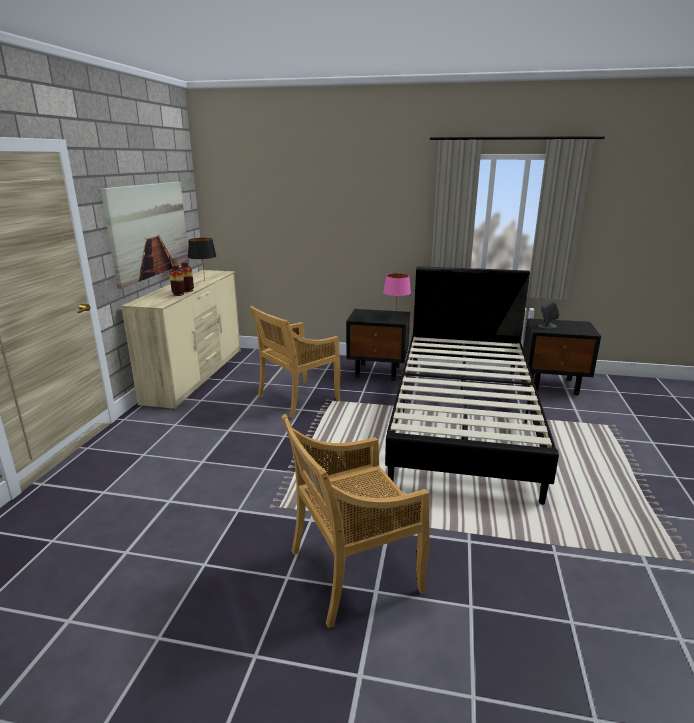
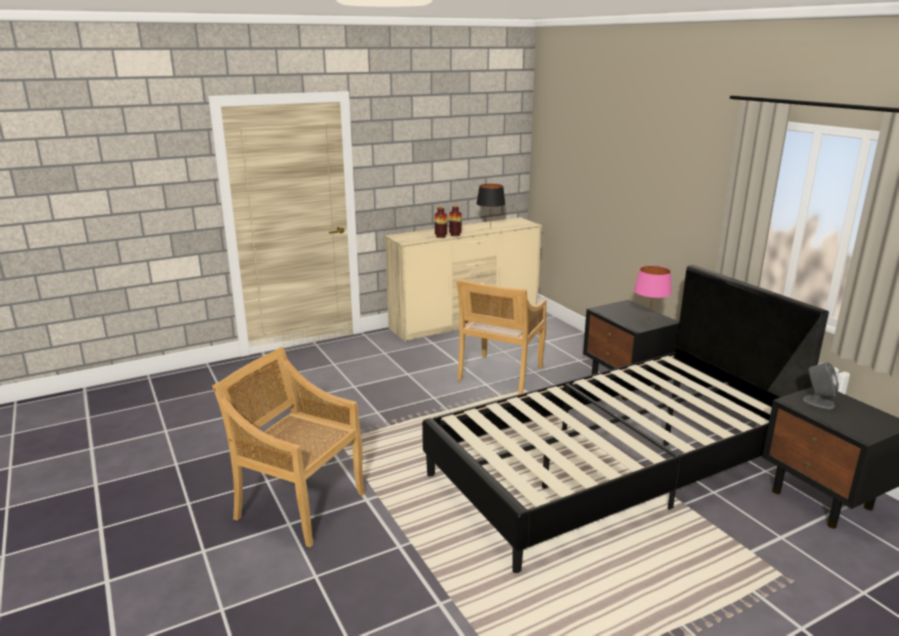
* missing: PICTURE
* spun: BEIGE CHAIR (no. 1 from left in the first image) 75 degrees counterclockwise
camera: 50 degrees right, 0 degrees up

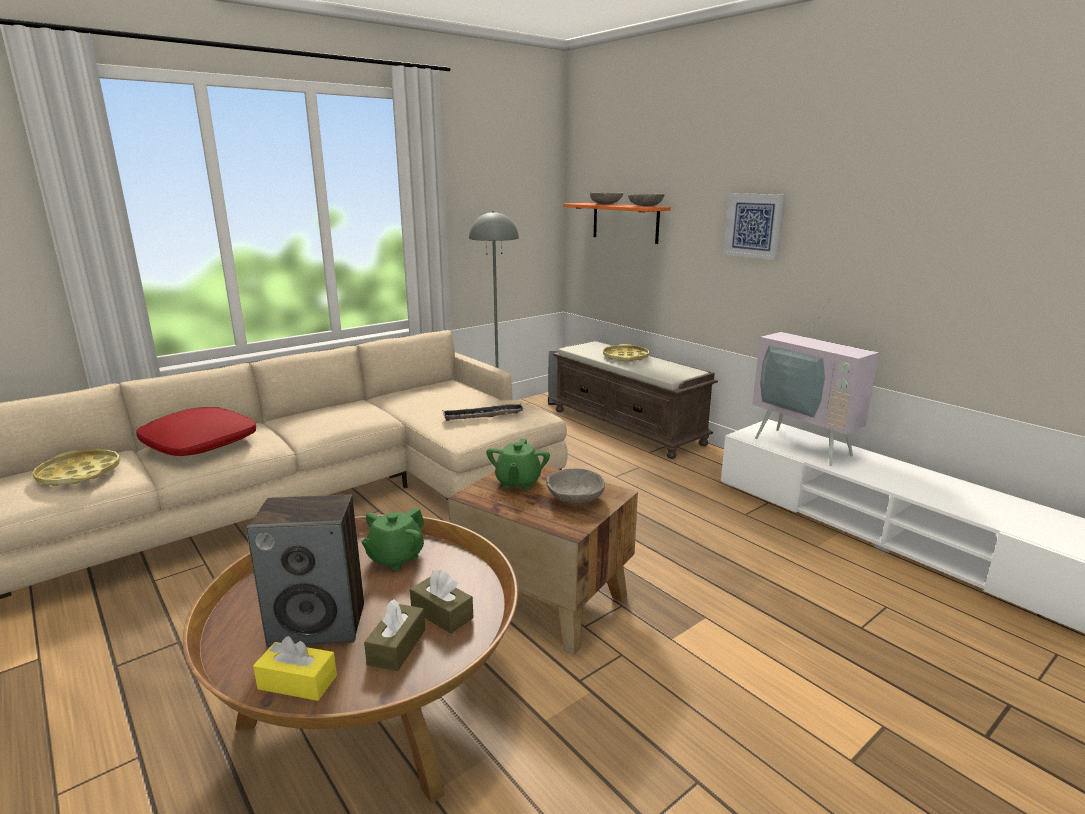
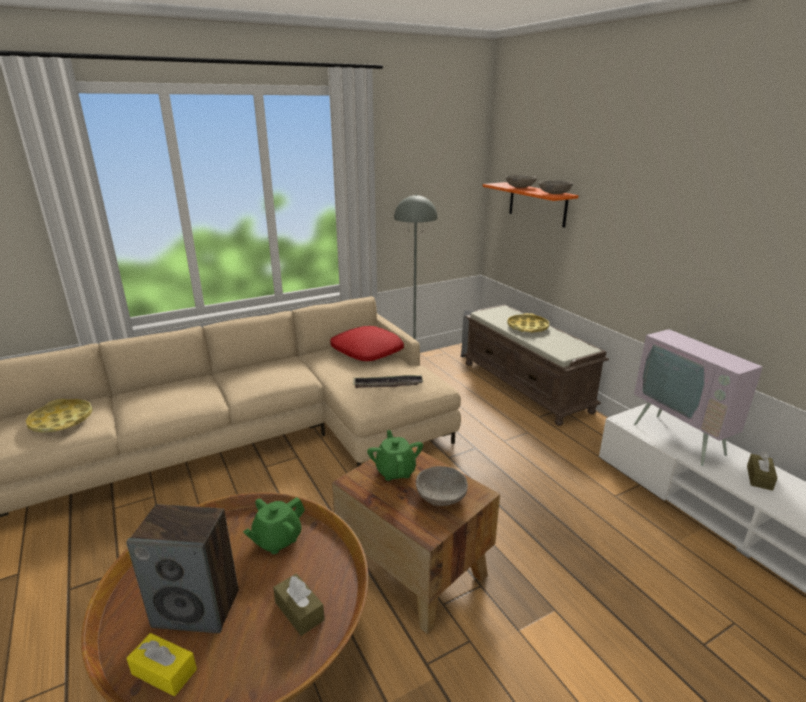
* relocated: RED PILLOW
* relocated: BROWN TISSUE BOX (no. 1 from left in the first image) to BROWN TISSUE BOX (no. 2 from left)
* spun: GREEN TEAPOT (no. 2 from left) 150 degrees clockwise
* missing: PICTURE
camera: 10 degrees right, 5 degrees up

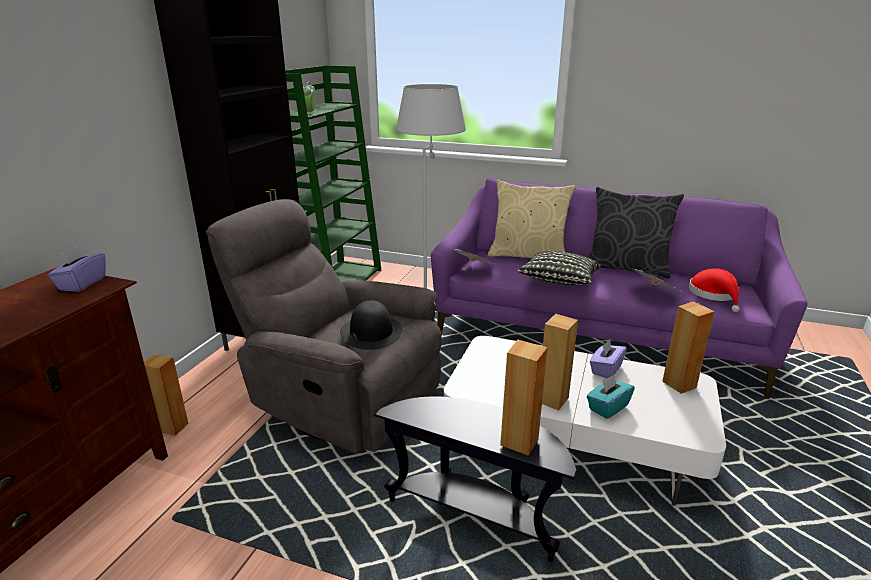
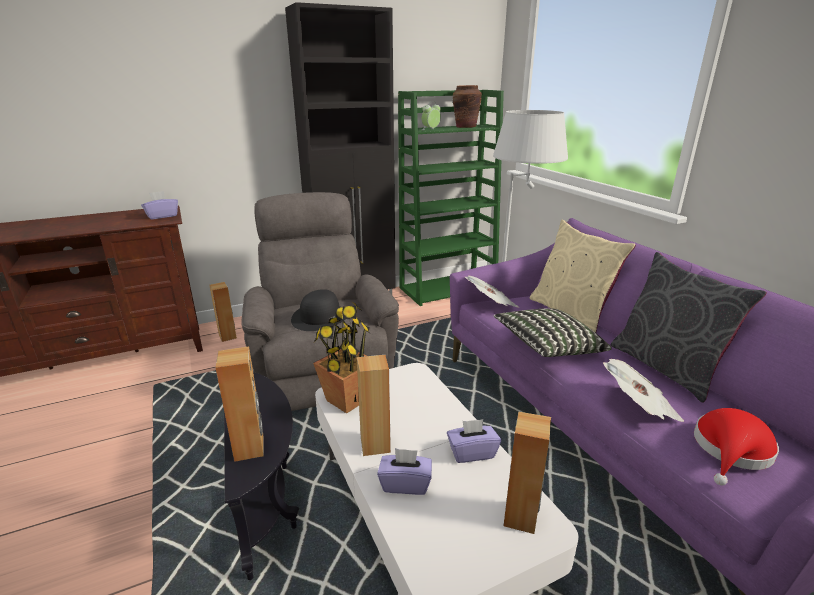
* colour: TURQUOISE TISSUE BOX to PURPLE TISSUE BOX (no. 2 from left)
* appeared: POTTED PLANT
* appeared: BROWN VASE
camera: 45 degrees right, 0 degrees up

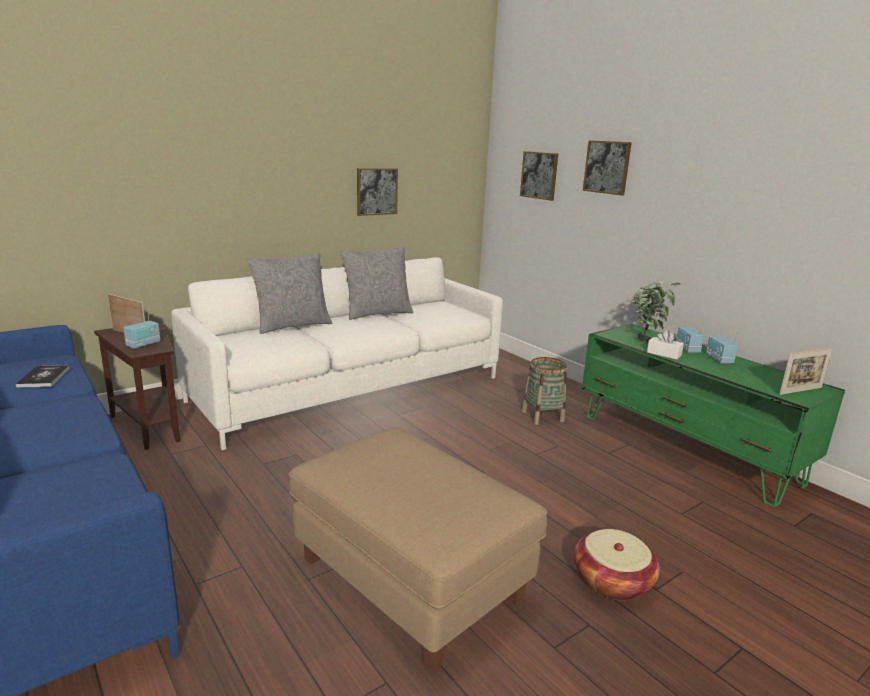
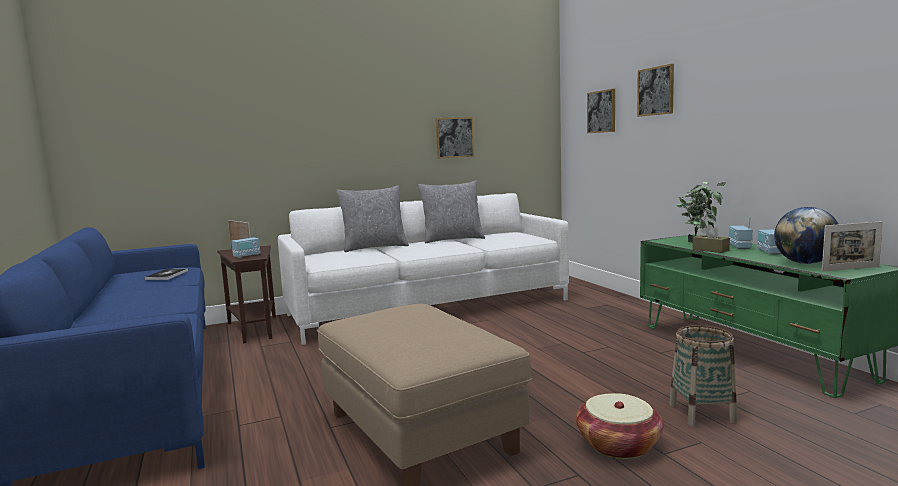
* relocated: BASKET (no. 1 from left in the first image) to BASKET (no. 2 from left)
* colour: WHITE TISSUE BOX to BROWN TISSUE BOX
* appeared: GLOBE
camera: 15 degrees right, 10 degrees down

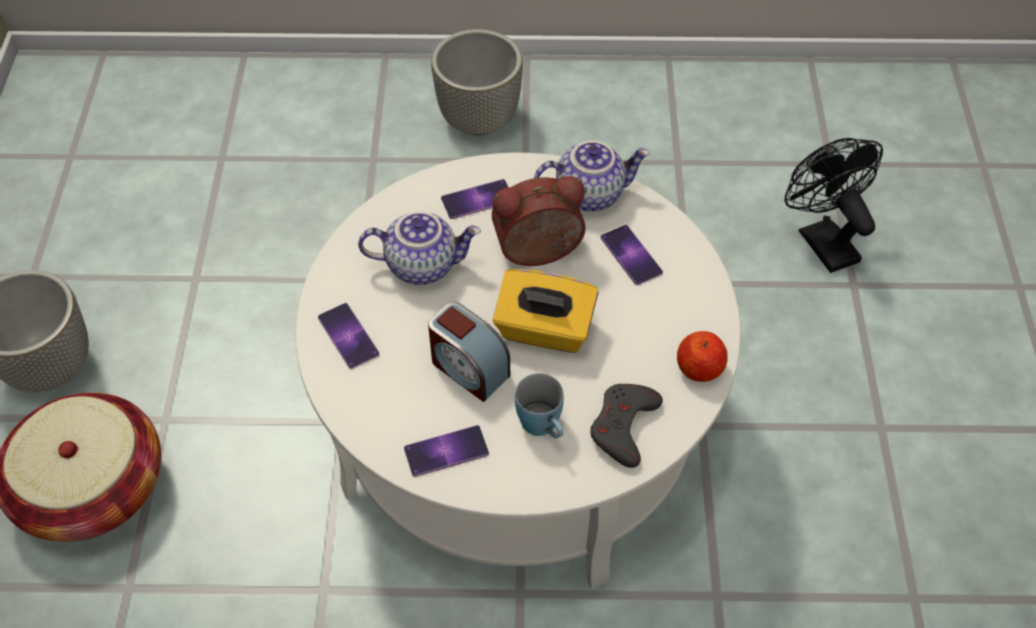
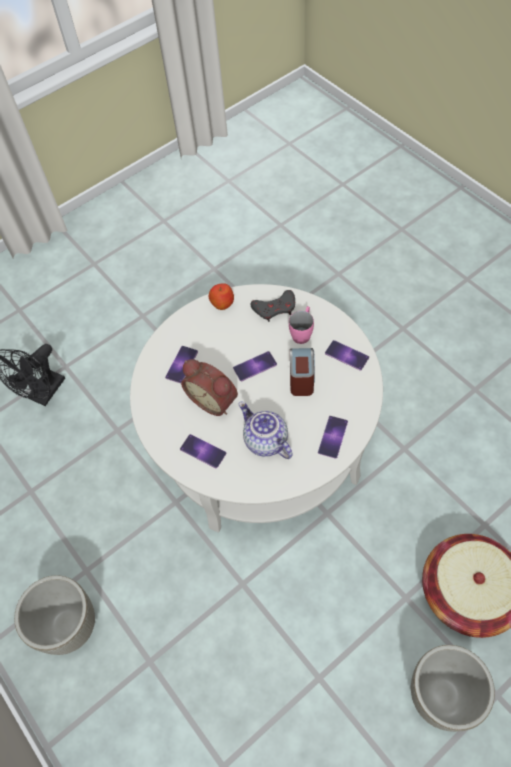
* exchanged: YELLOW TISSUE BOX to PHONE (no. 3 from left)
* colour: BLUE MUG to PINK MUG
* missing: TEAPOT (no. 2 from left)
camera: 125 degrees left, 5 degrees up

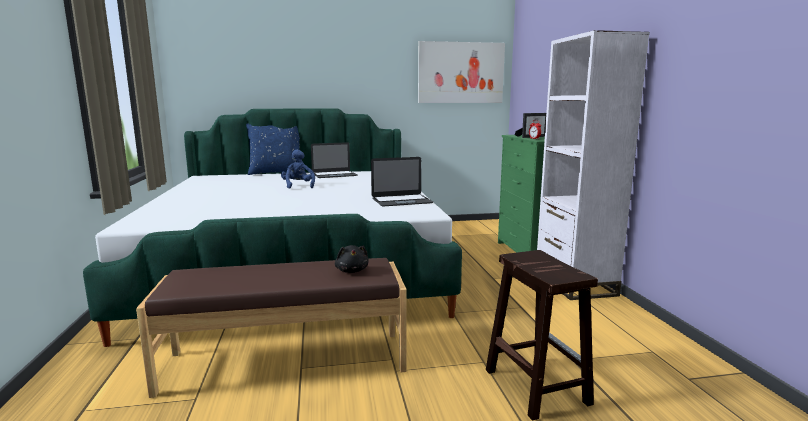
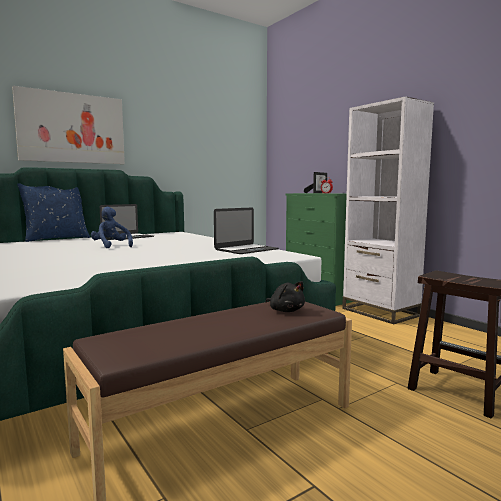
* relocated: PICTURE
camera: 25 degrees left, 5 degrees down

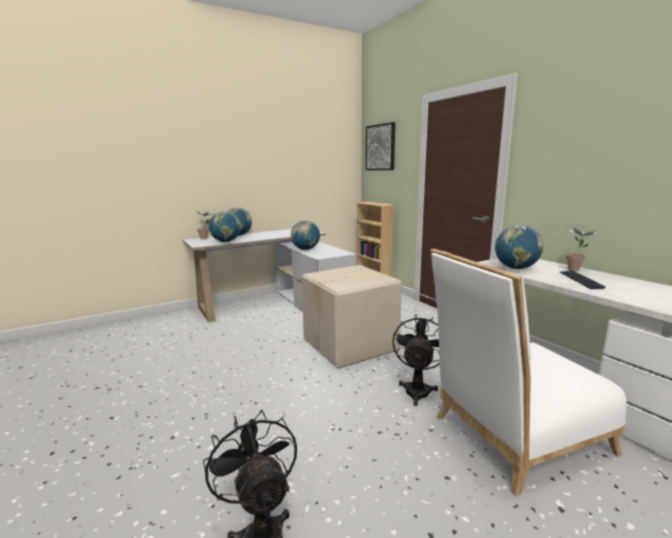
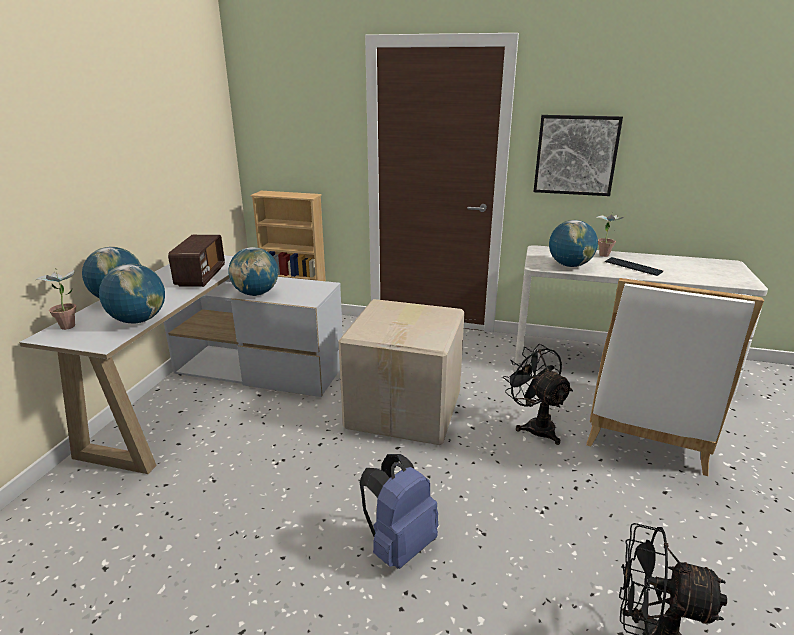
* relocated: PICTURE
* appeared: RADIO
* appeared: BLUE BACKPACK
camera: 45 degrees left, 10 degrees up

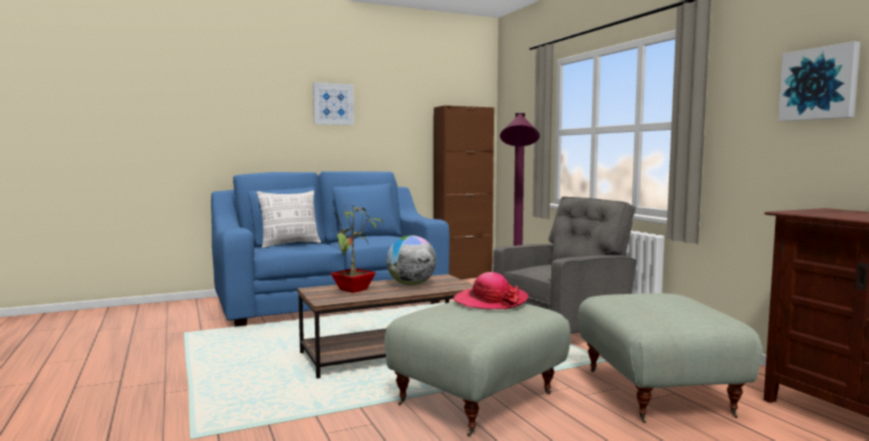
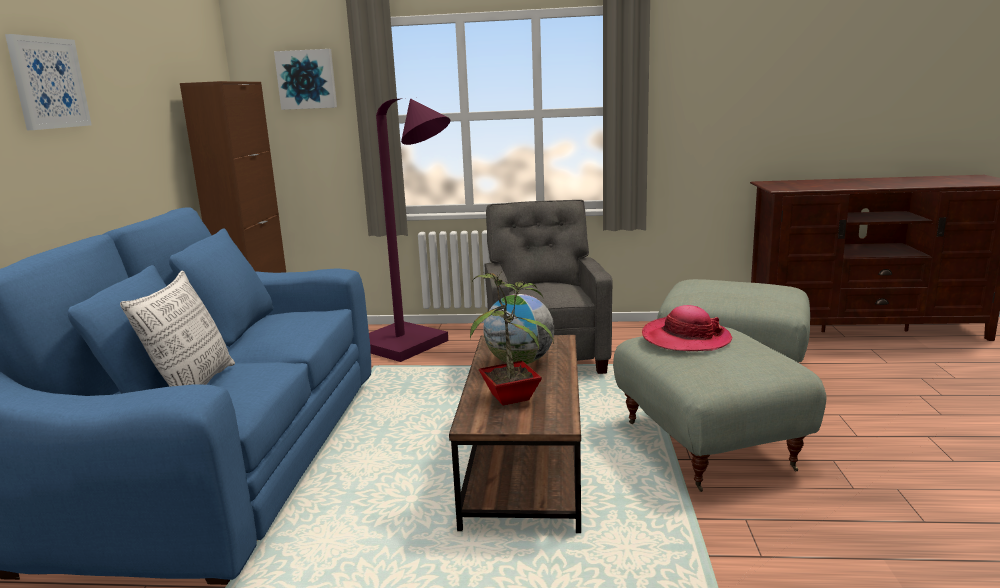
* relocated: PICTURE (no. 2 from left)
camera: 60 degrees left, 10 degrees up

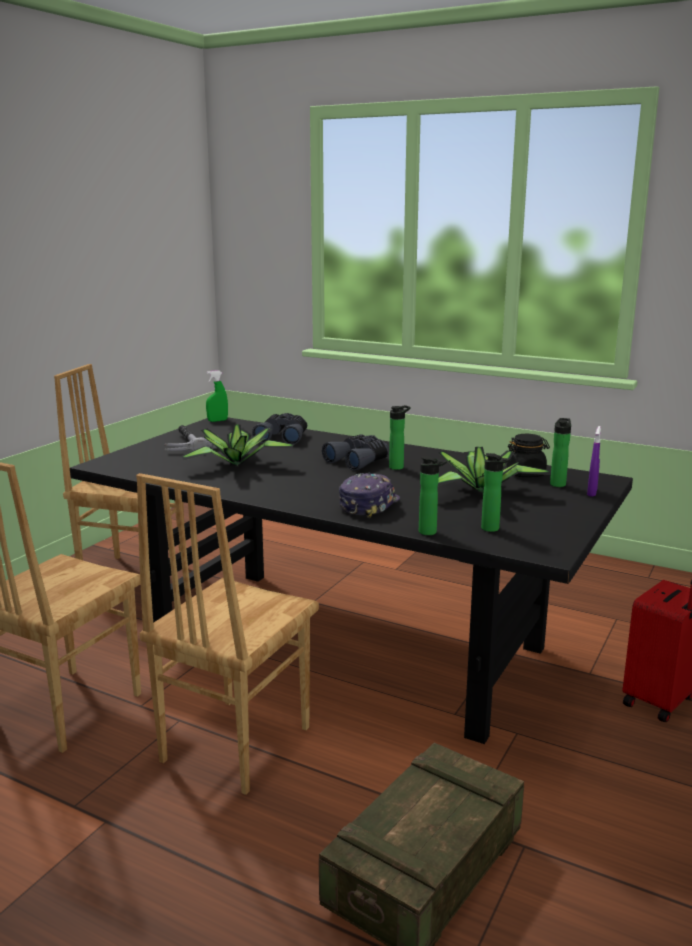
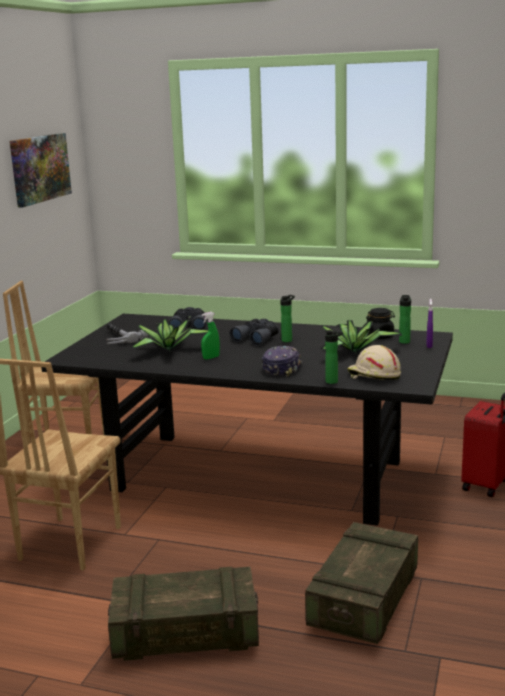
* missing: BROWN CHAIR (no. 3 from left)
* relocated: GREEN SPRAY BOTTLE
* exchanged: BOTTLE (no. 3 from left) to BEIGE HARD HAT
* appeared: PICTURE
* appeared: CRATE (no. 1 from left)
camera: 10 degrees left, 0 degrees up

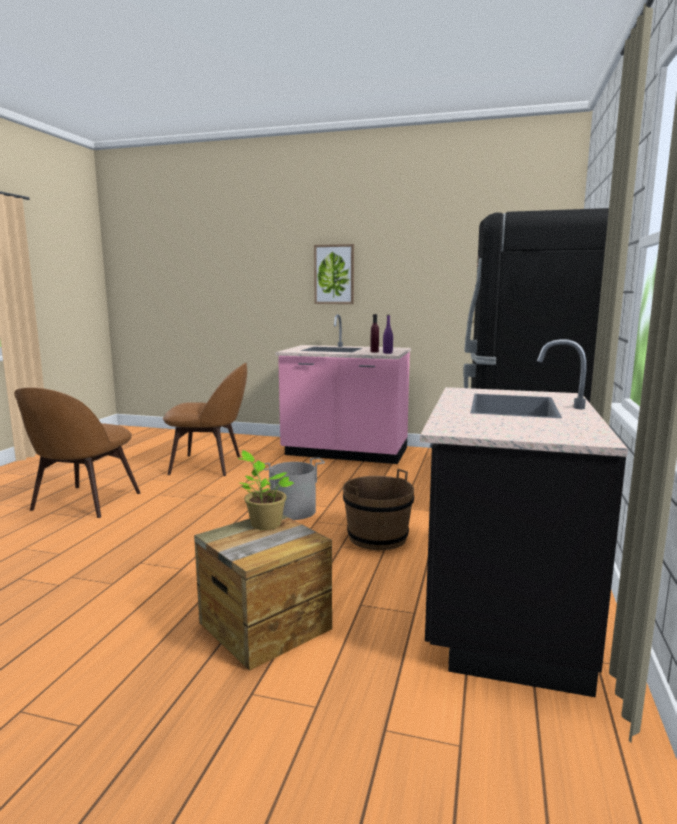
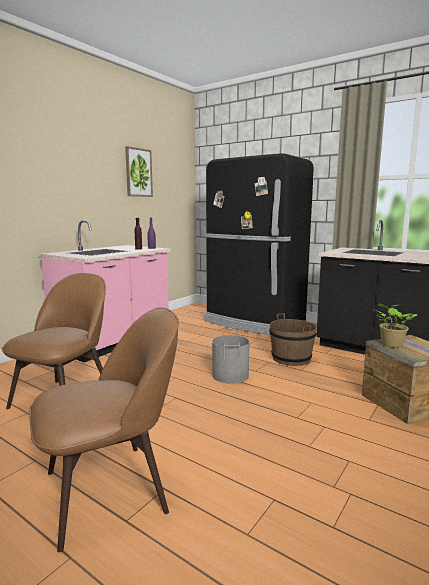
* spun: BROWN CHAIR (no. 1 from left in the first image) 60 degrees counterclockwise
* relocated: PICTURE
camera: 70 degrees left, 0 degrees up

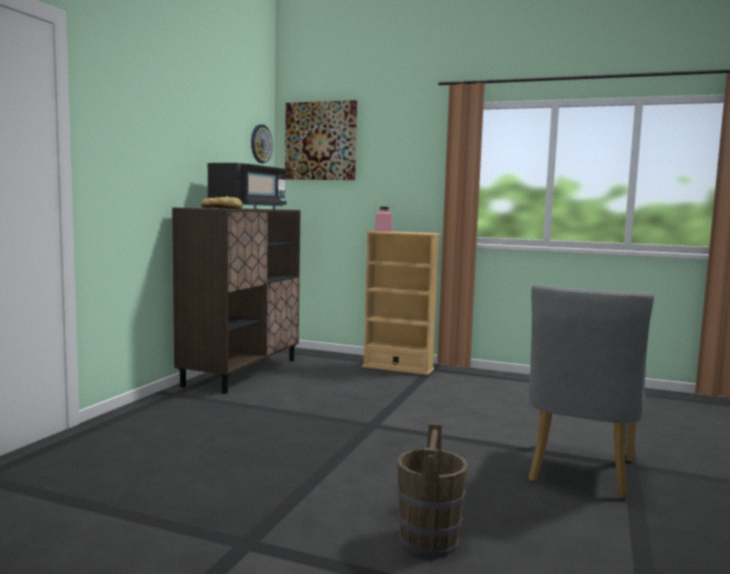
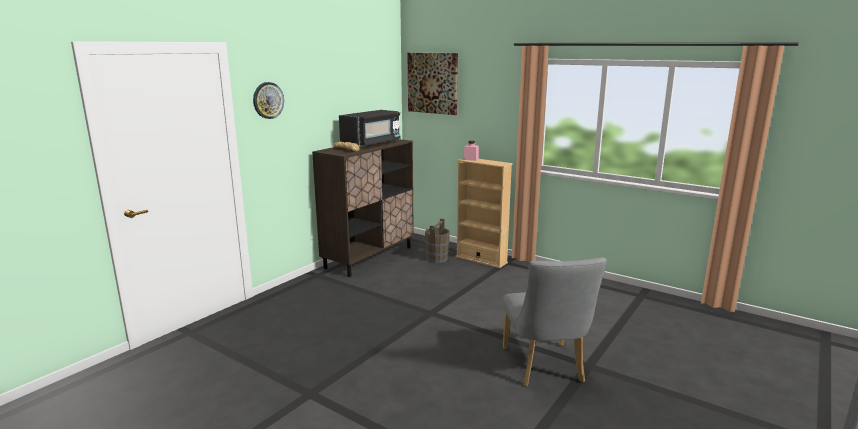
* relocated: WALL CLOCK
* relocated: BROWN BUCKET
* spun: GREY CHAIR 45 degrees counterclockwise
camera: 15 degrees right, 10 degrees up

